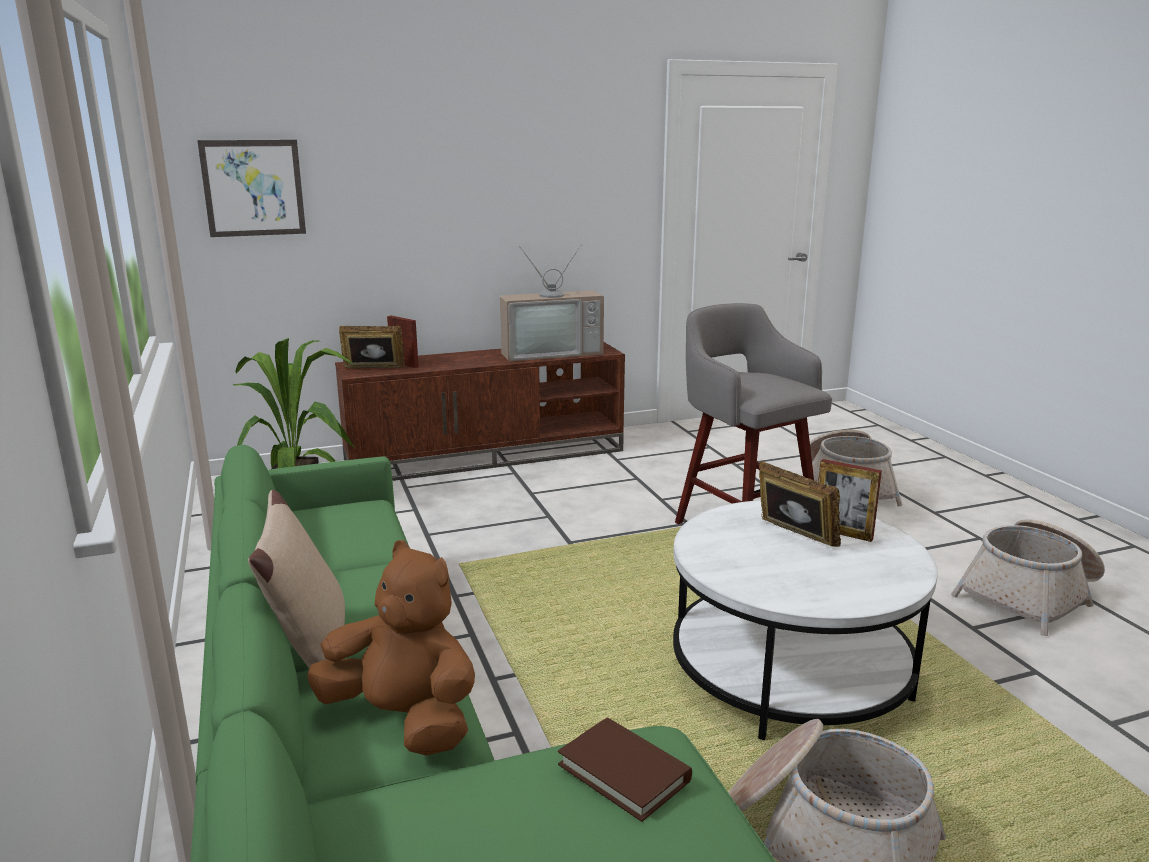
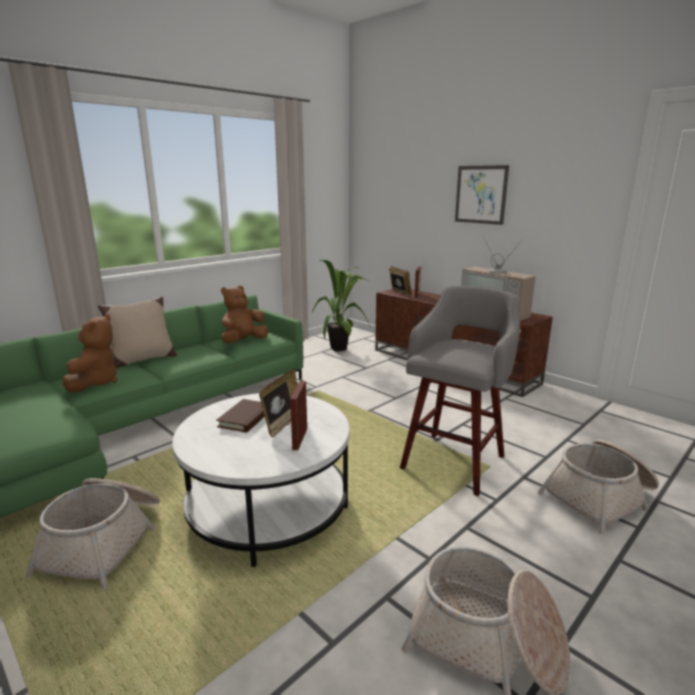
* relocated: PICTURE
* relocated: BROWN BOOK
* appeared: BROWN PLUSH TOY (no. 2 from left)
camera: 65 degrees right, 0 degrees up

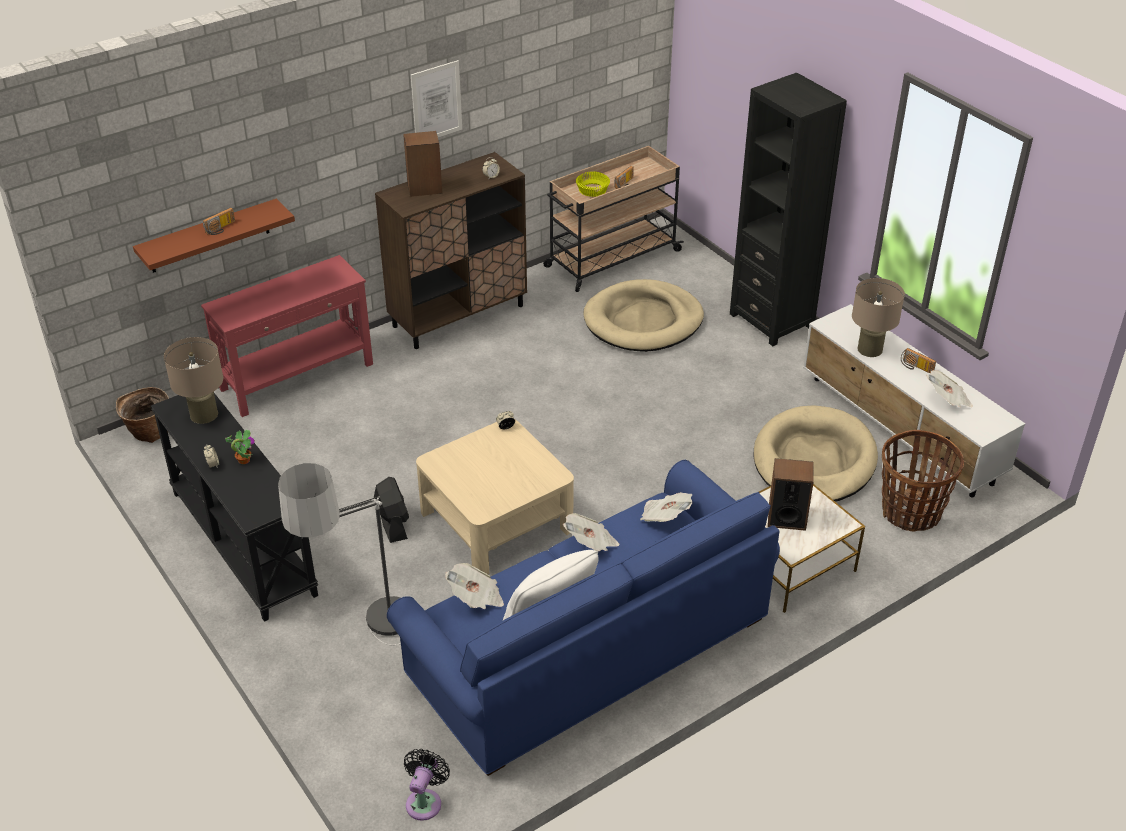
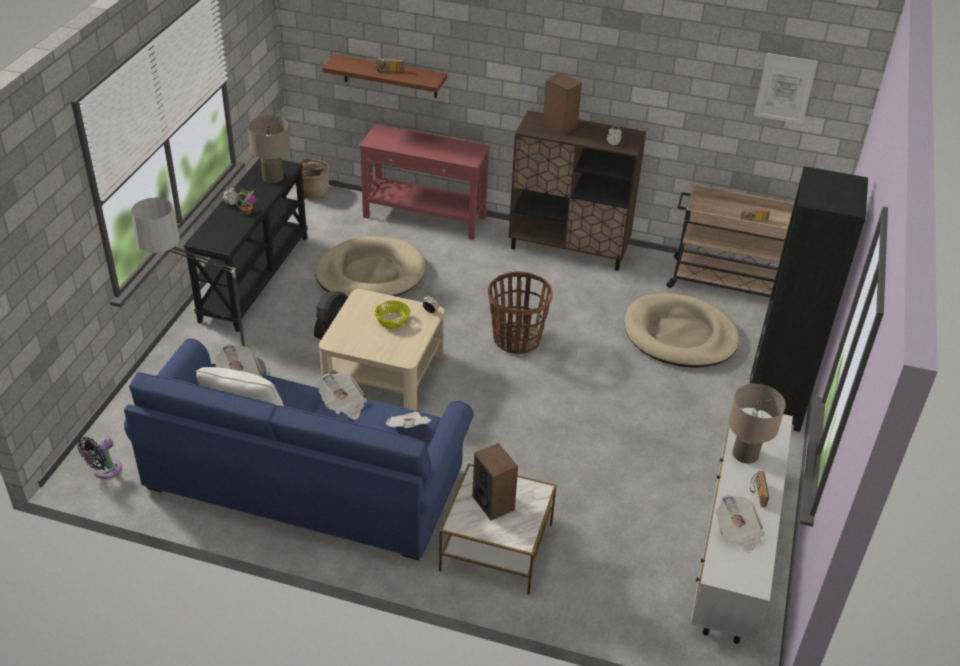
* spun: BLACK FAN (no. 2 from left in the first image) 150 degrees clockwise
* relocated: PICTURE
* relocated: YELLOW BOWL
* relocated: BEIGE DOG BED (no. 2 from left in the first image) to BEIGE DOG BED (no. 1 from left)
* relocated: BASKET (no. 2 from left)
camera: 50 degrees right, 0 degrees up

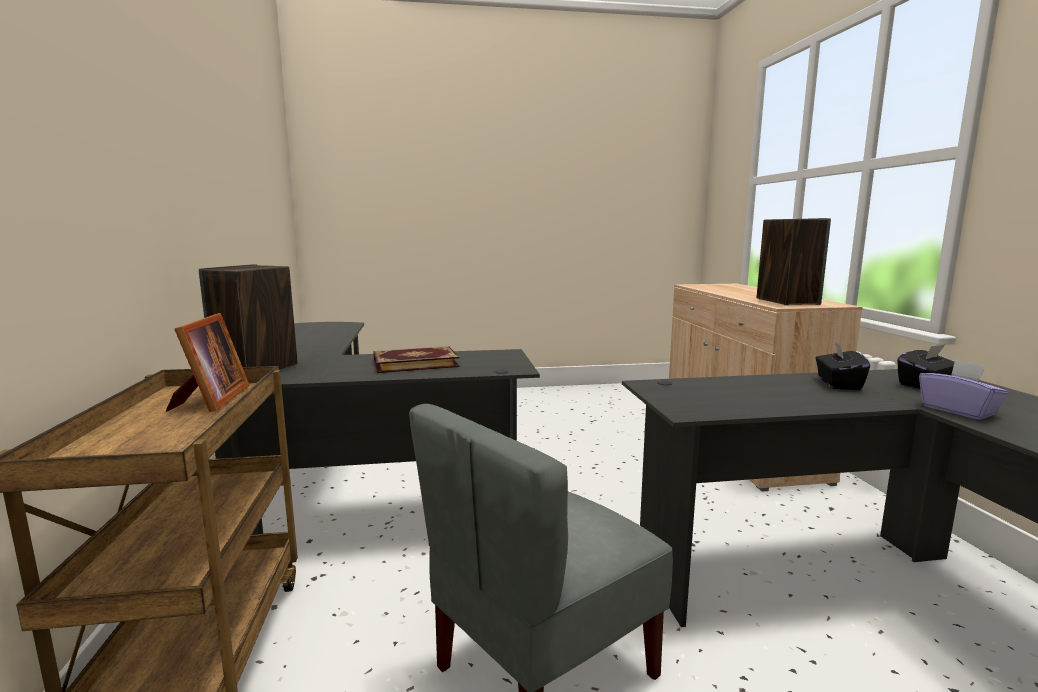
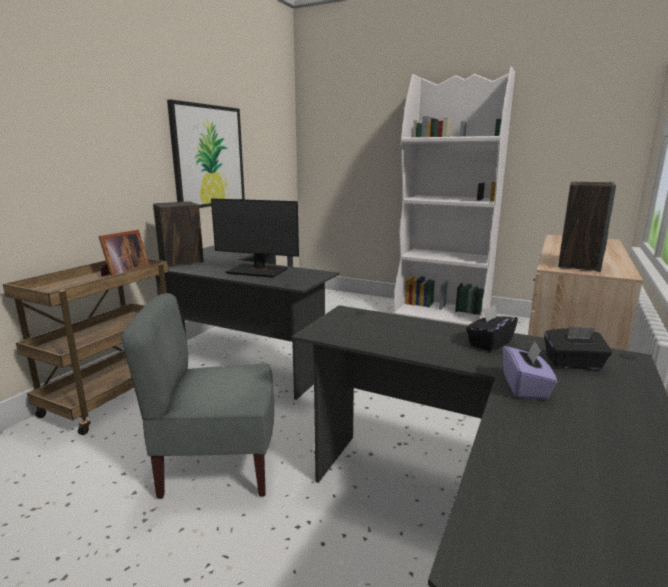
* exchanged: BOOK to MONITOR
* appeared: PICTURE
* appeared: WHITE BOOKCASE
camera: 35 degrees right, 5 degrees up

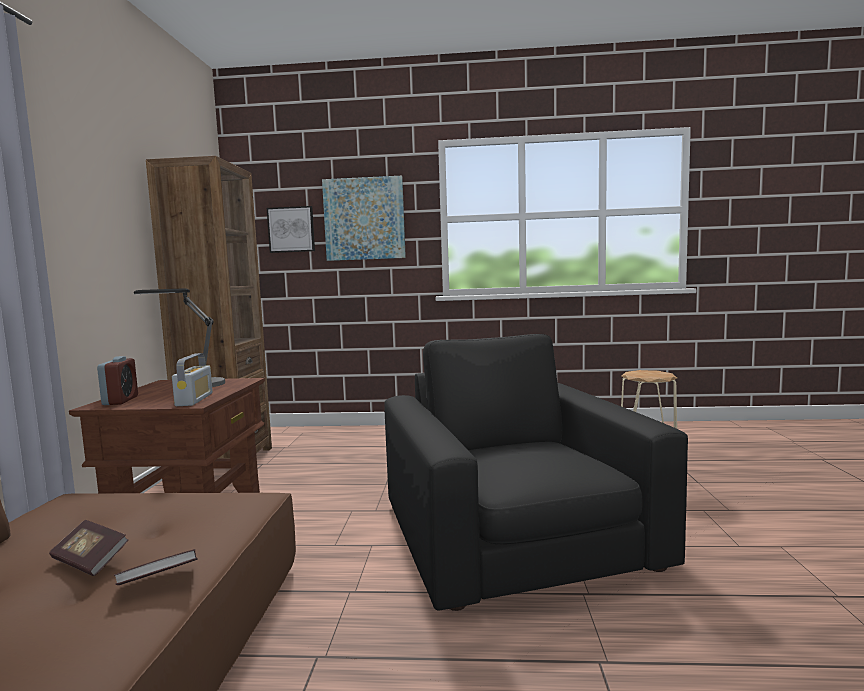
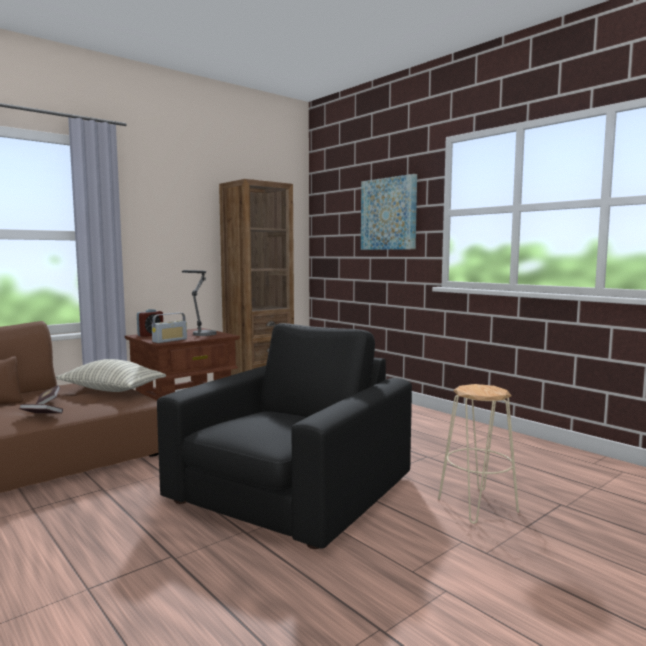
* missing: PICTURE (no. 1 from left)
* appeared: PILLOW
camera: 45 degrees right, 0 degrees up

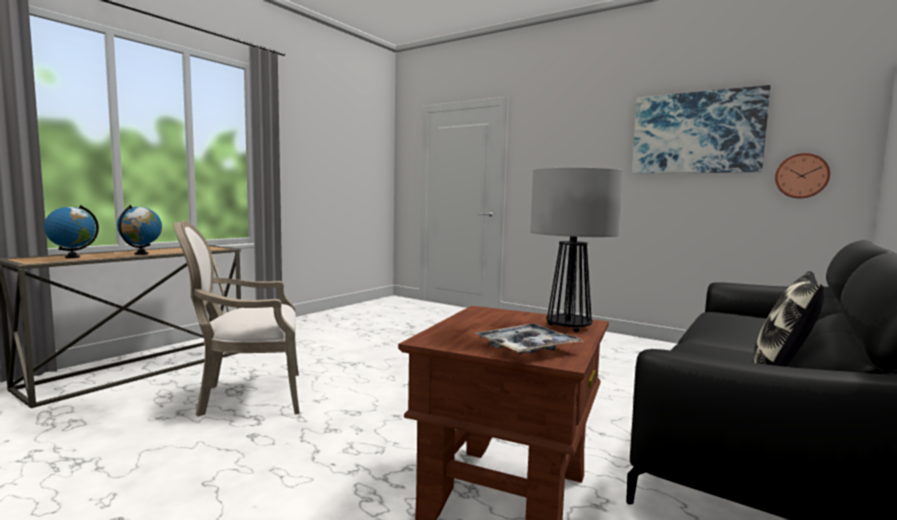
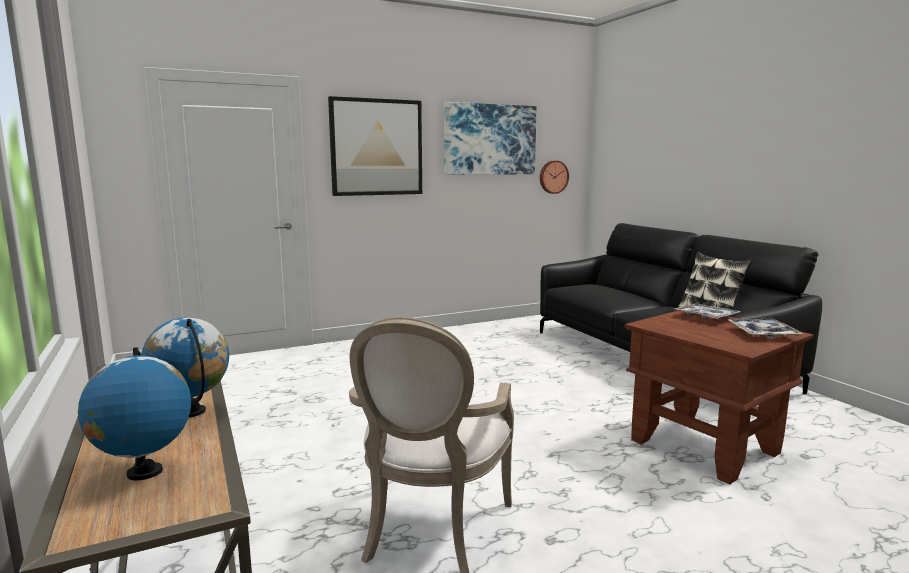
* exchanged: TABLE LAMP to TRAY (no. 1 from left)
* appeared: PICTURE (no. 1 from left)
camera: 60 degrees left, 5 degrees up

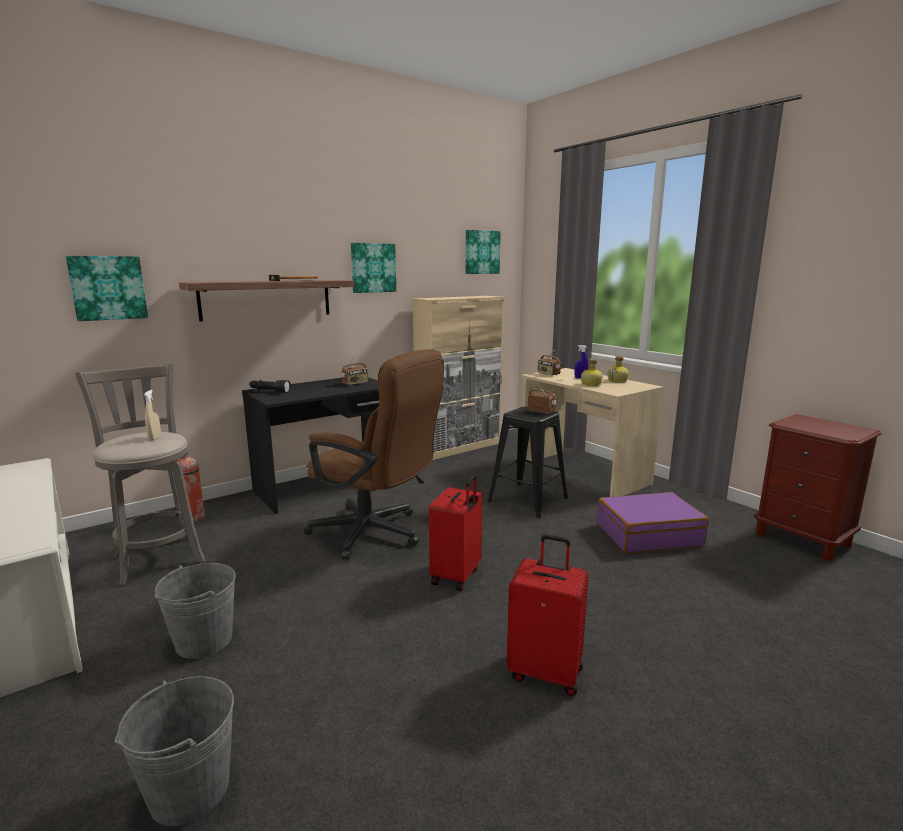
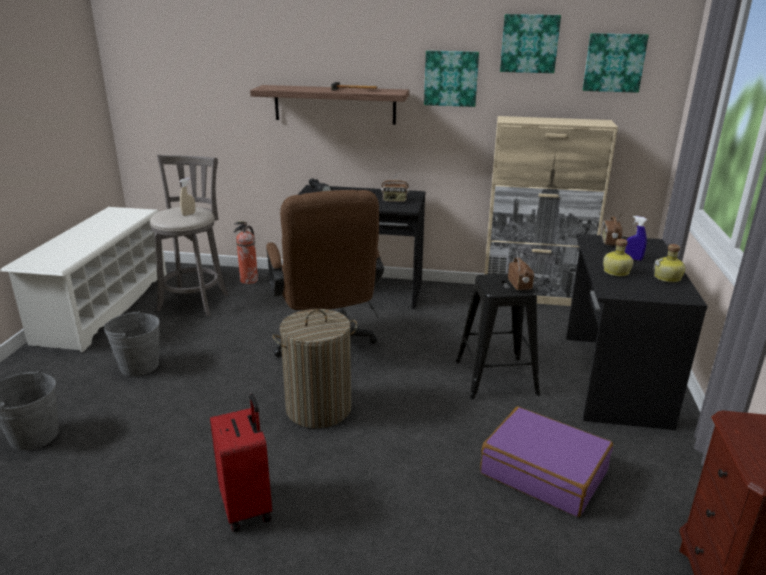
* relocated: PICTURE (no. 1 from left in the first image) to PICTURE (no. 2 from left)
* exchanged: RED SUITCASE (no. 1 from left) to LAUNDRY BASKET
* colour: BEIGE DESK to BLACK DESK (no. 2 from left)
camera: 45 degrees right, 10 degrees up

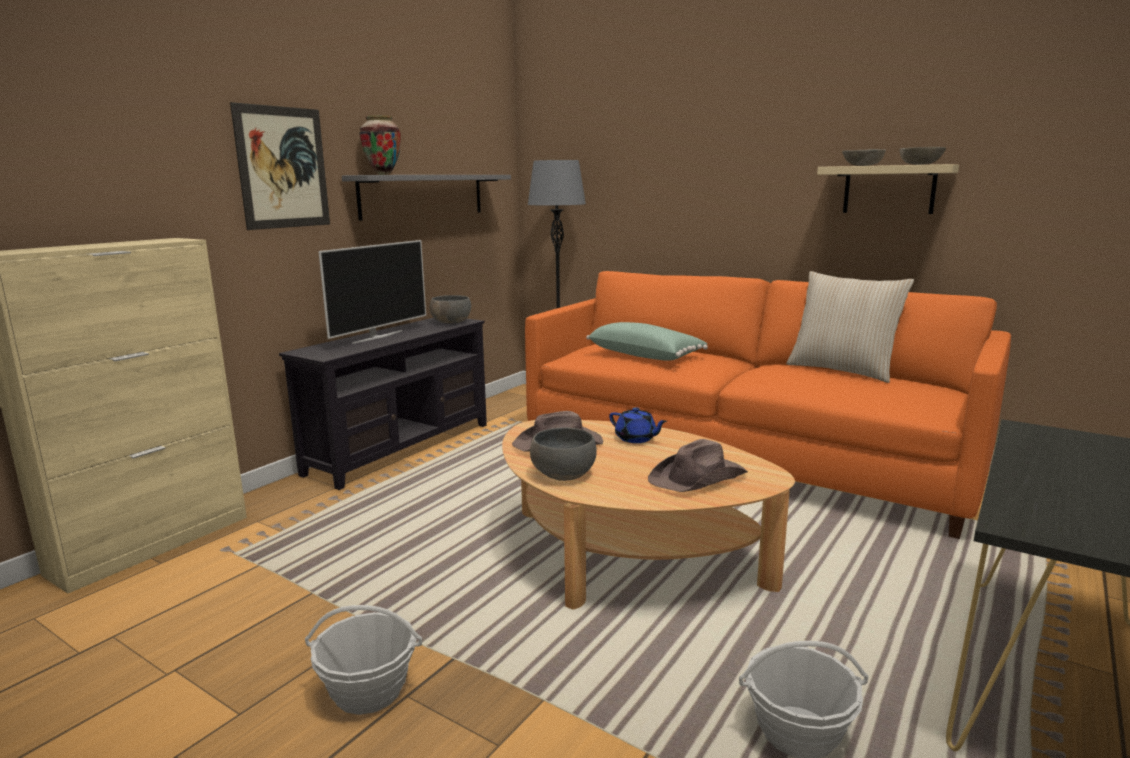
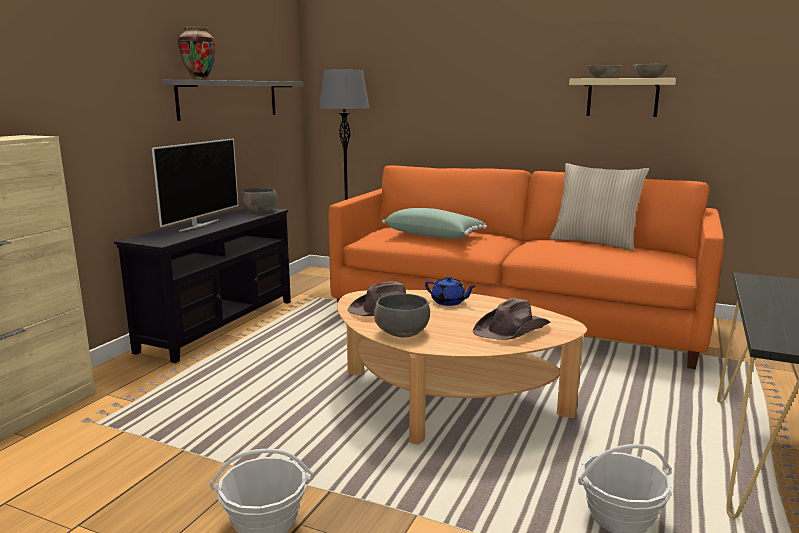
* missing: PICTURE
camera: 10 degrees left, 0 degrees up

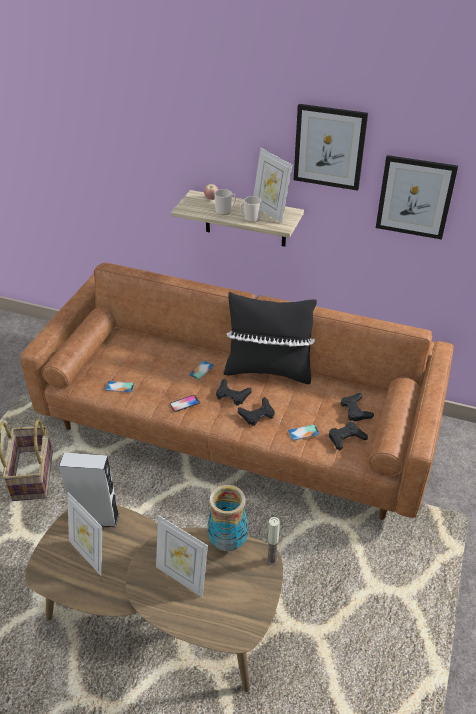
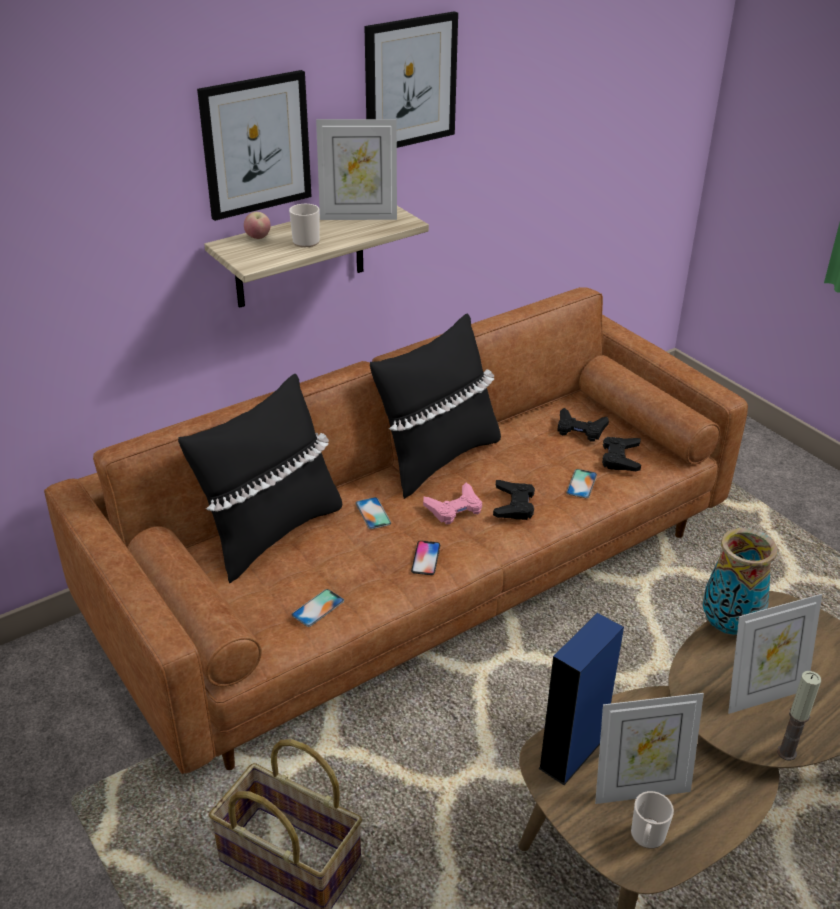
* colour: GREY SPEAKER to BLUE SPEAKER
* colour: BLACK GAME CONTROLLER (no. 1 from left) to PINK GAME CONTROLLER
* relocated: MUG (no. 2 from left)
* relocated: CANDLE
* relocated: PICTURE (no. 2 from left in the first image) to PICTURE (no. 1 from left)
* appeared: BLACK PILLOW (no. 1 from left)
camera: 55 degrees left, 5 degrees down

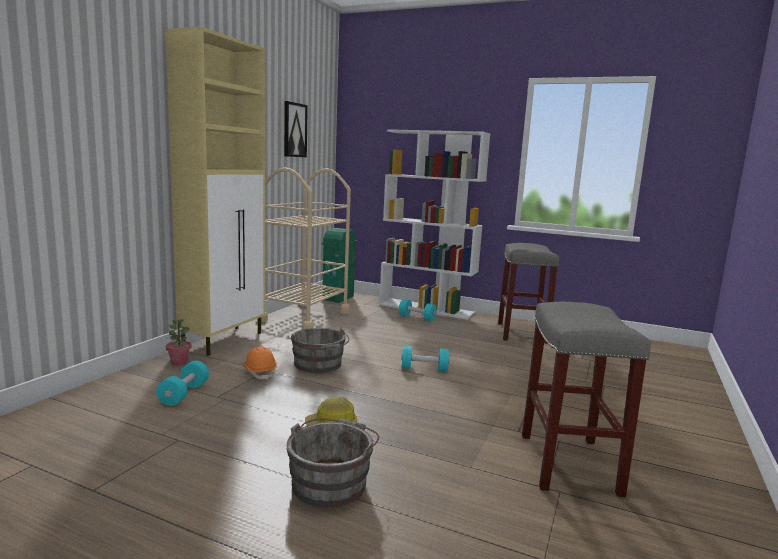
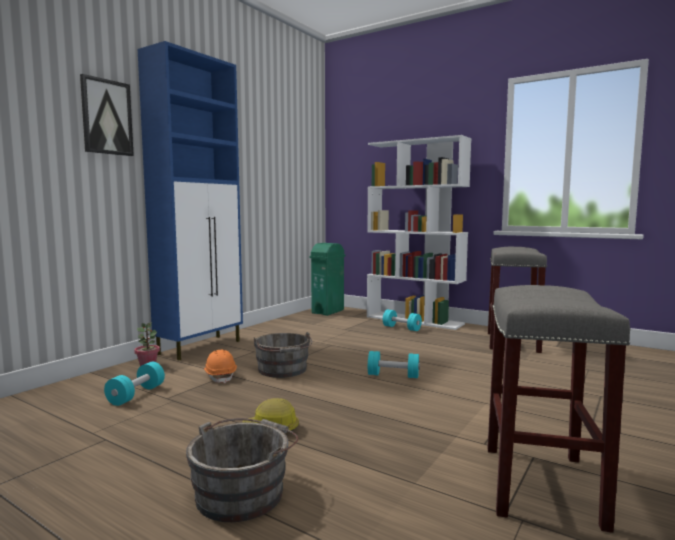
* colour: BEIGE CABINET to BLUE CABINET
* missing: BEIGE CART
* relocated: PICTURE
camera: 10 degrees right, 5 degrees down

